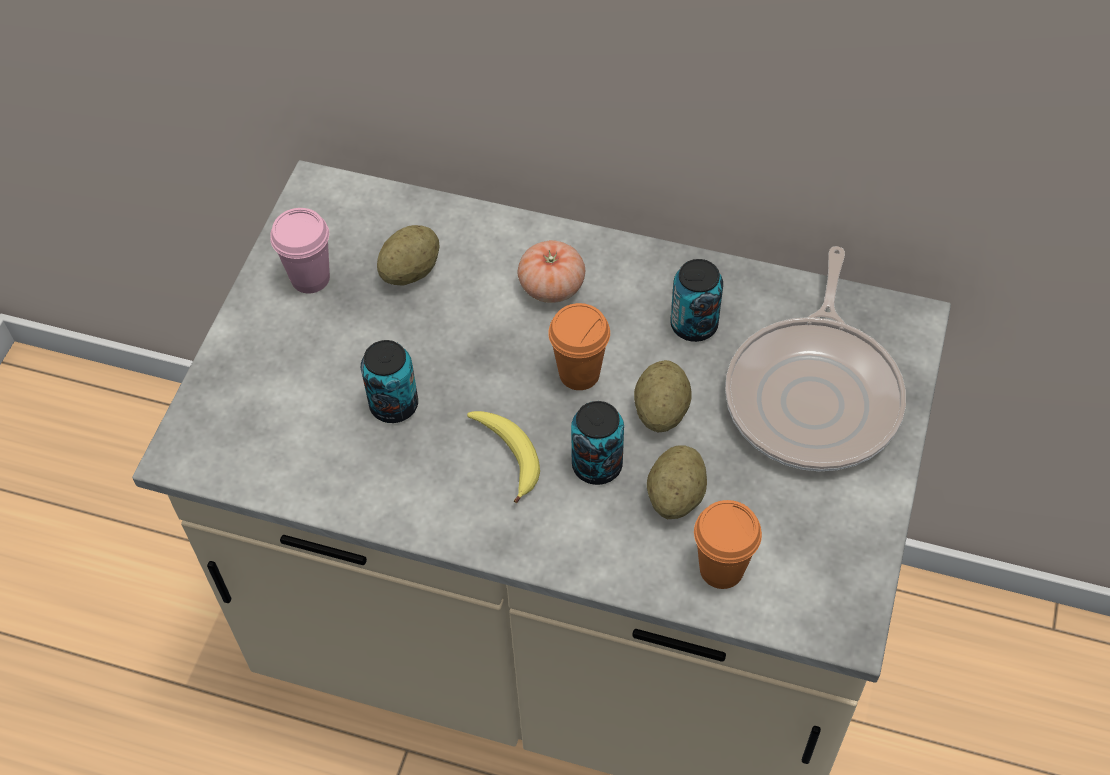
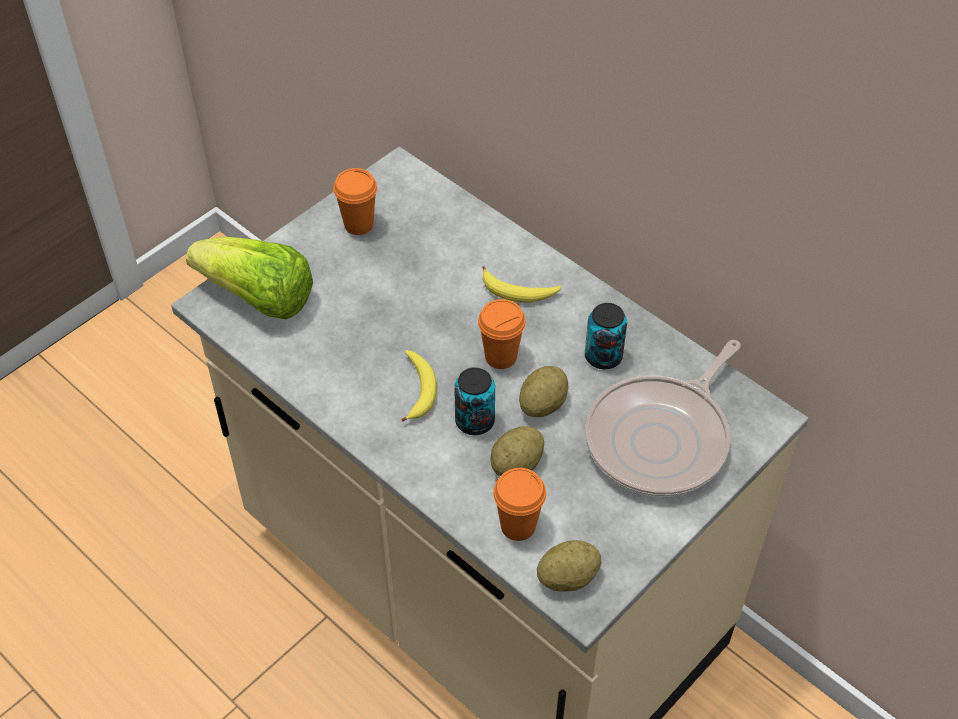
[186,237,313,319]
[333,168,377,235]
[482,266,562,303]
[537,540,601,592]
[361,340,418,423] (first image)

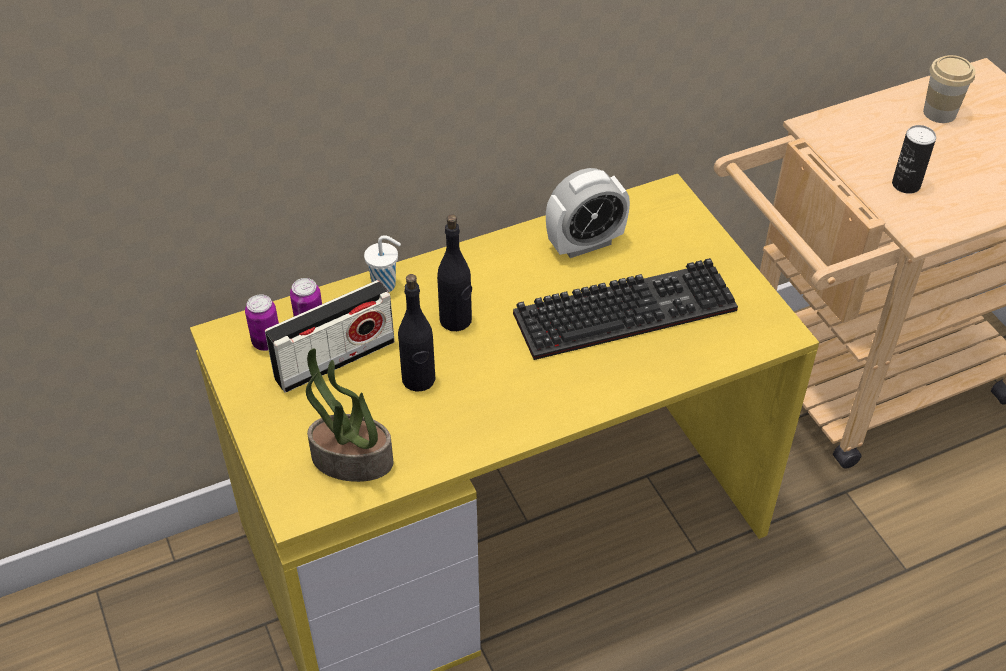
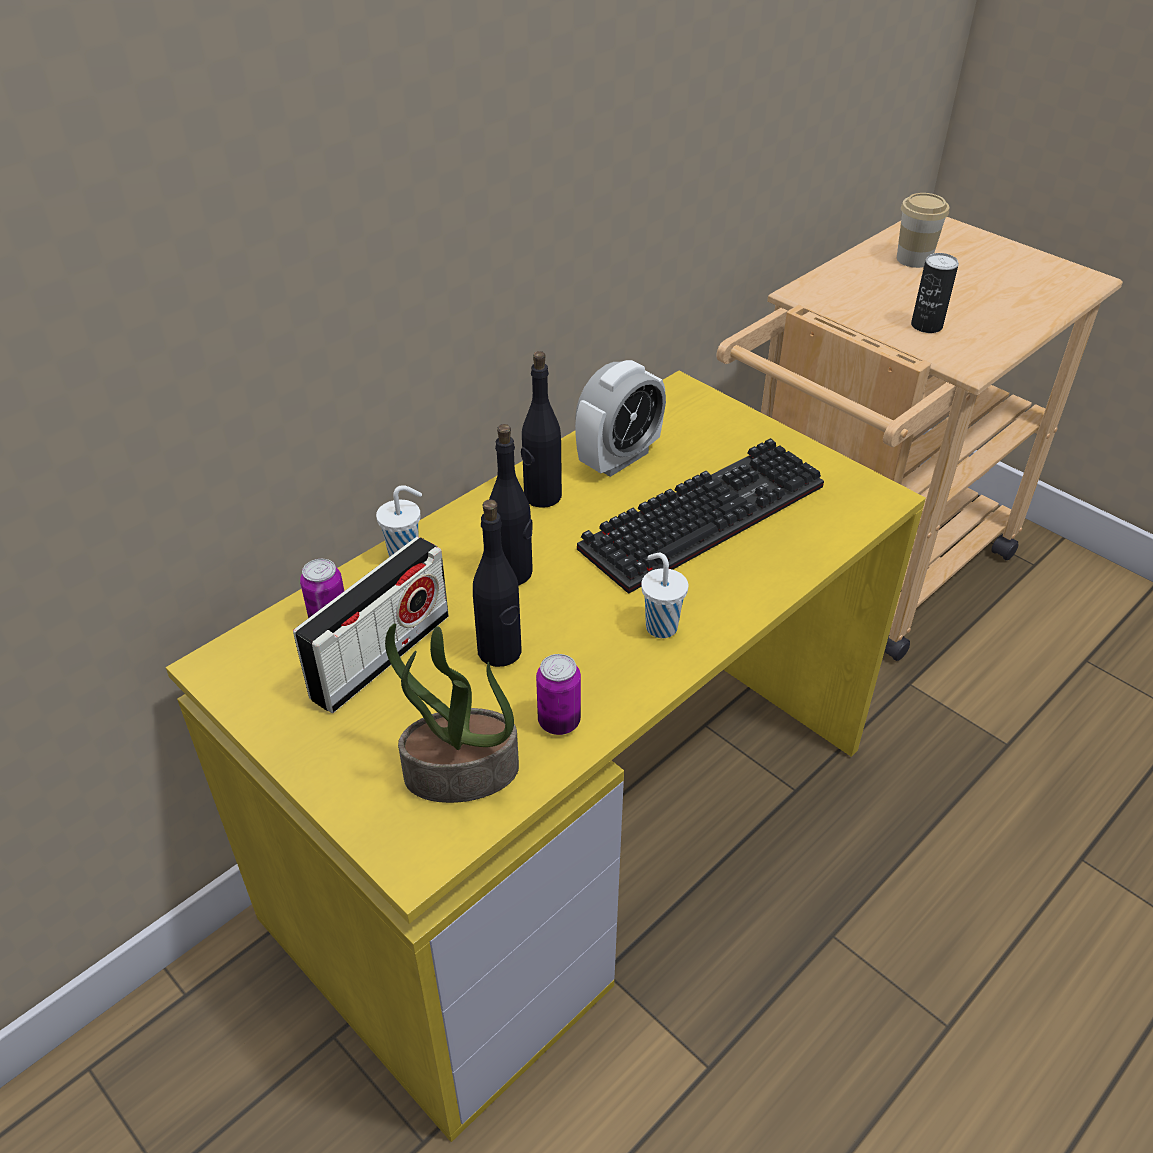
[521,351,562,508]
[536,654,581,735]
[641,552,688,638]

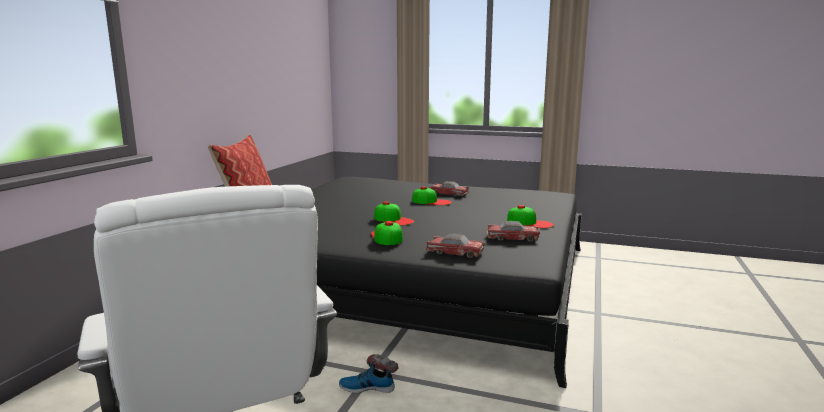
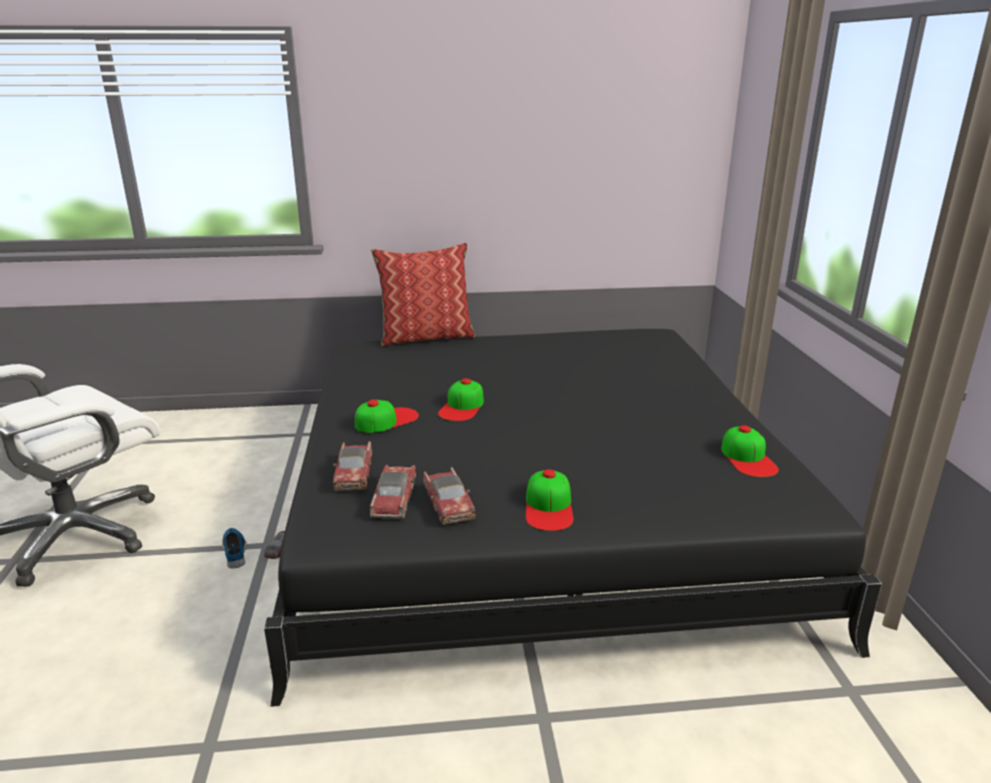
[370,465,416,519]
[721,425,779,477]

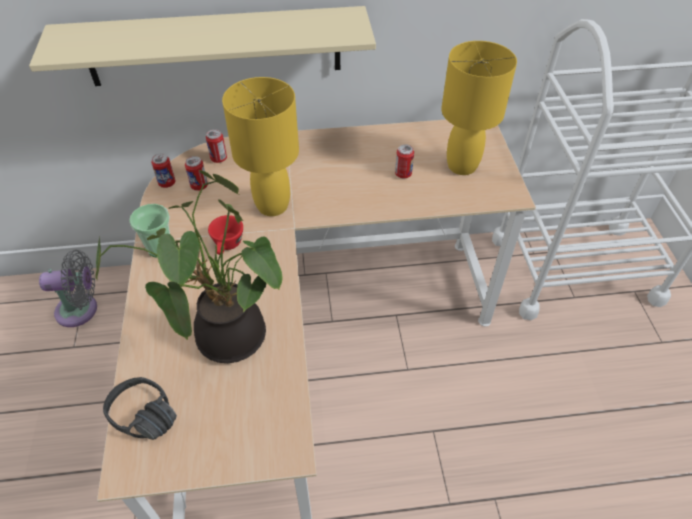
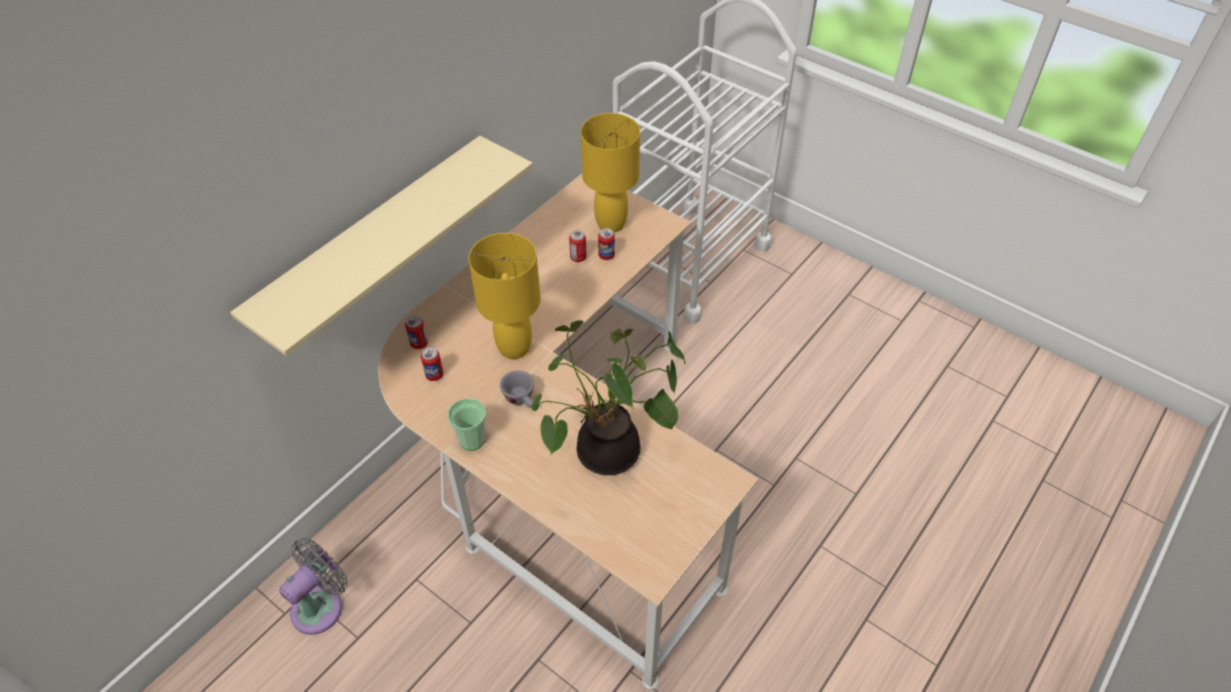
[500,370,534,408]
[598,228,615,260]
[103,377,177,440] (first image)

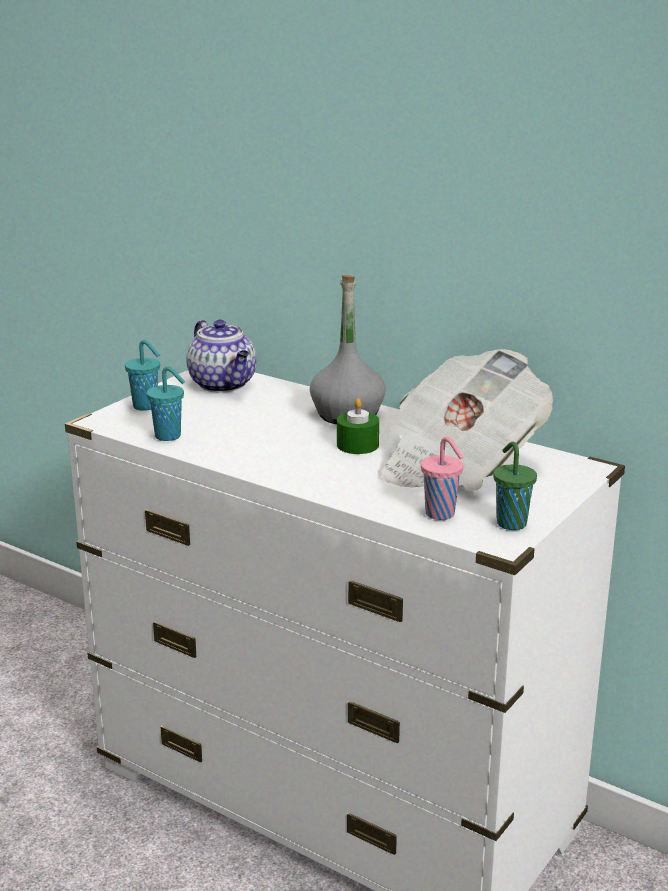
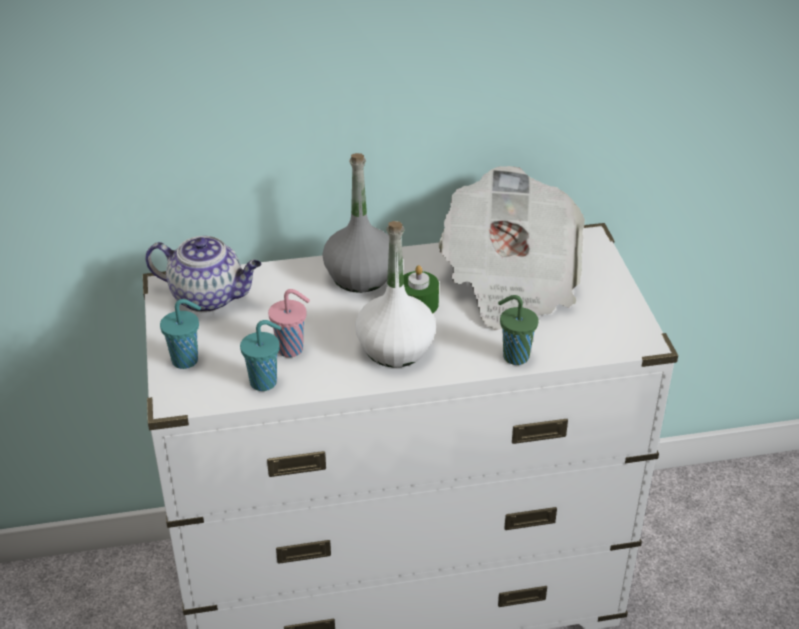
[268,289,310,357]
[355,221,436,368]
[498,295,539,365]

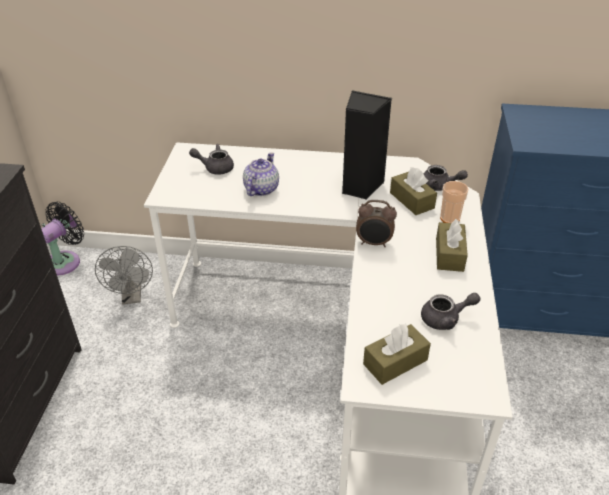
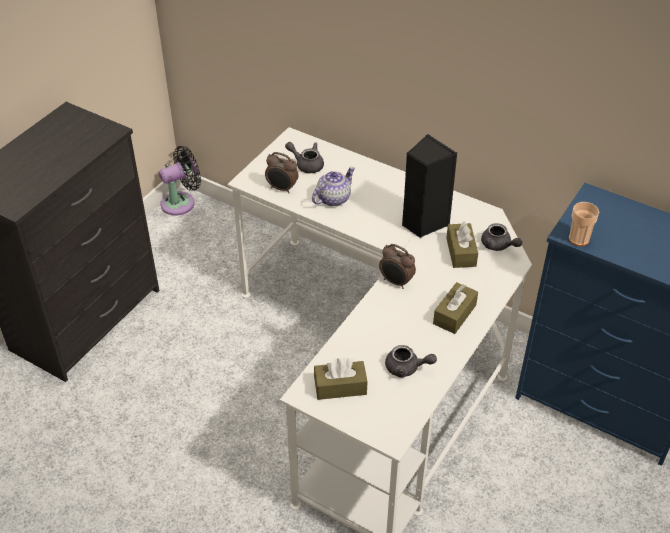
[265,152,298,193]
[569,202,599,246]
[95,246,153,305] (first image)

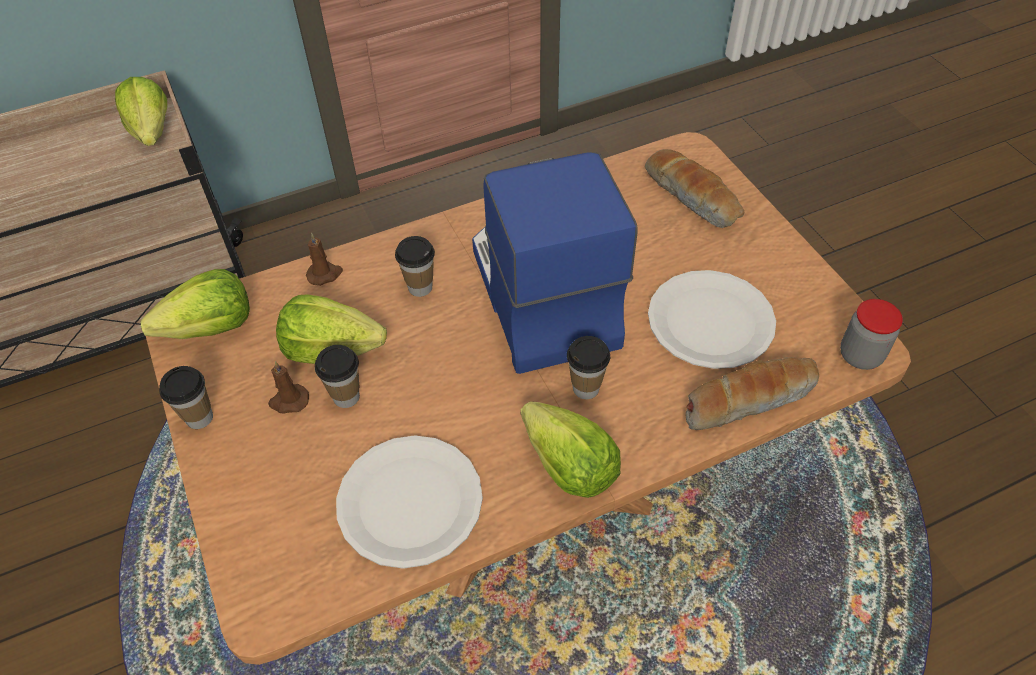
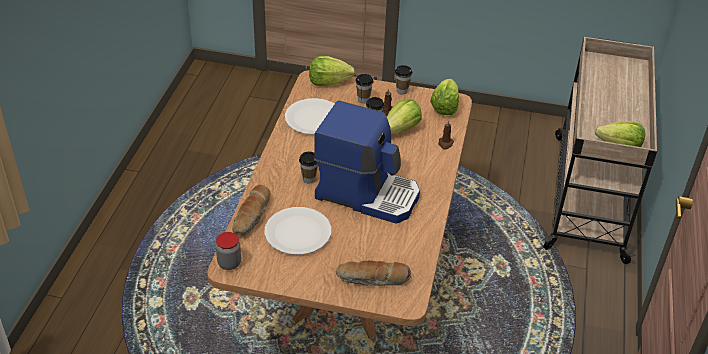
[309,56,355,86]
[355,74,373,103]

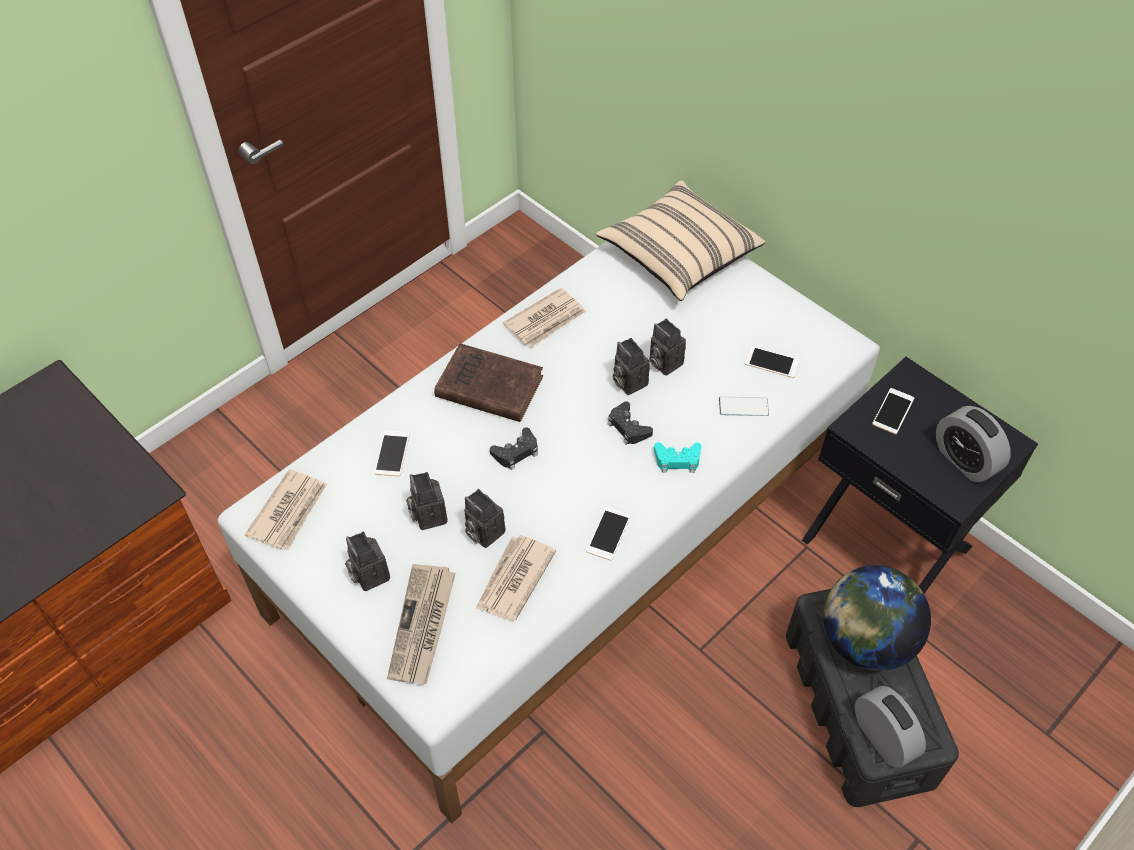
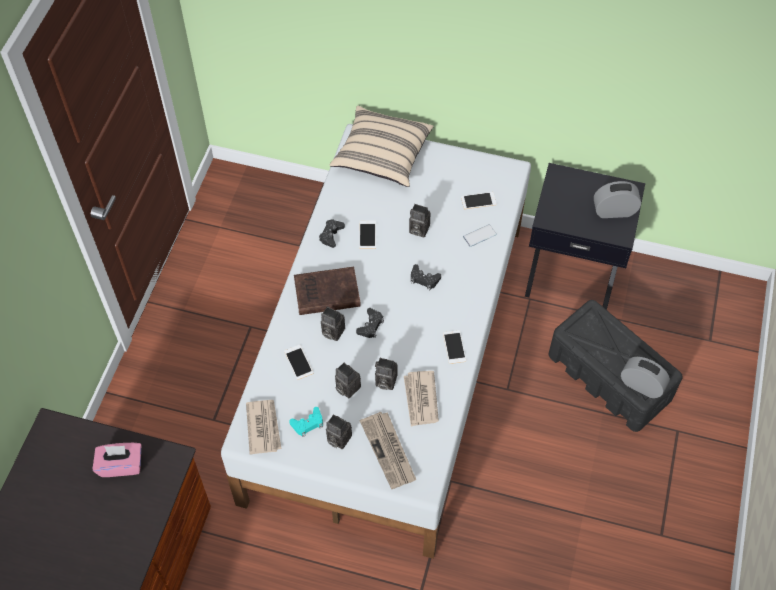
[93,443,141,477]
[289,407,323,437]
[319,219,345,248]
[321,307,345,341]
[359,220,376,249]
[594,181,641,218]
[823,565,931,671] (first image)

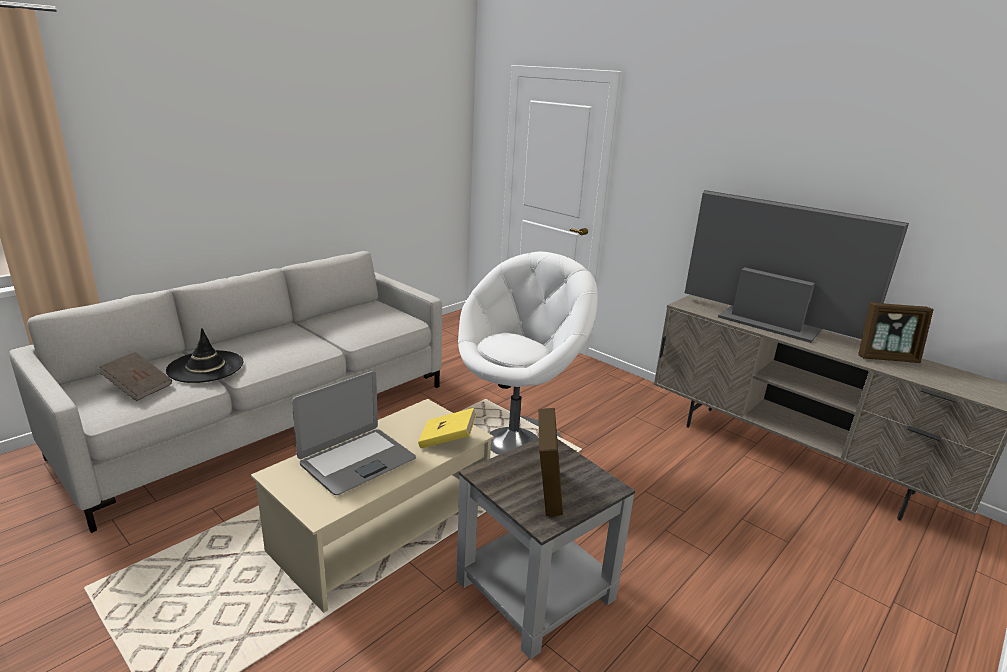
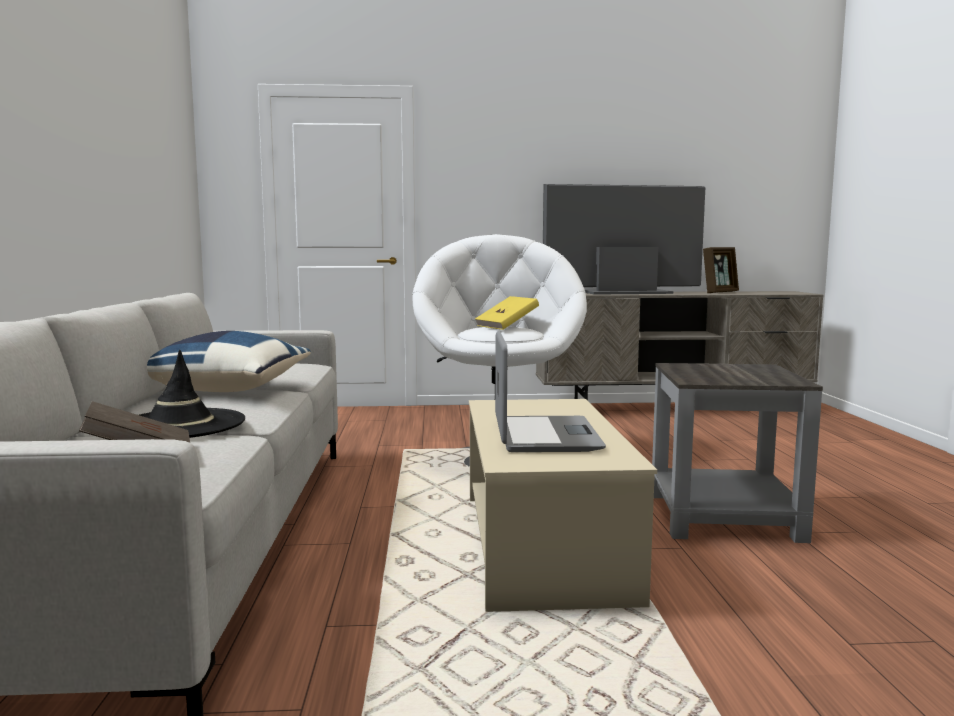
[147,331,311,392]
[475,296,539,330]
[538,408,563,516] (first image)

